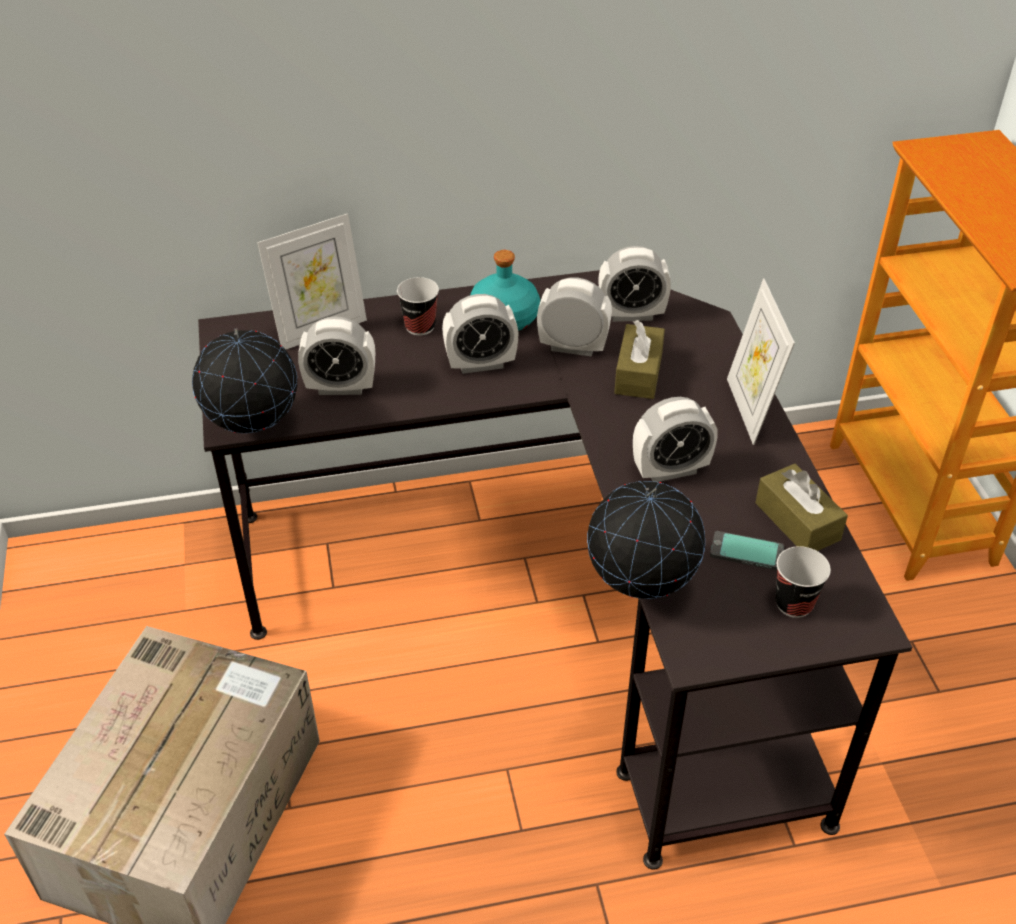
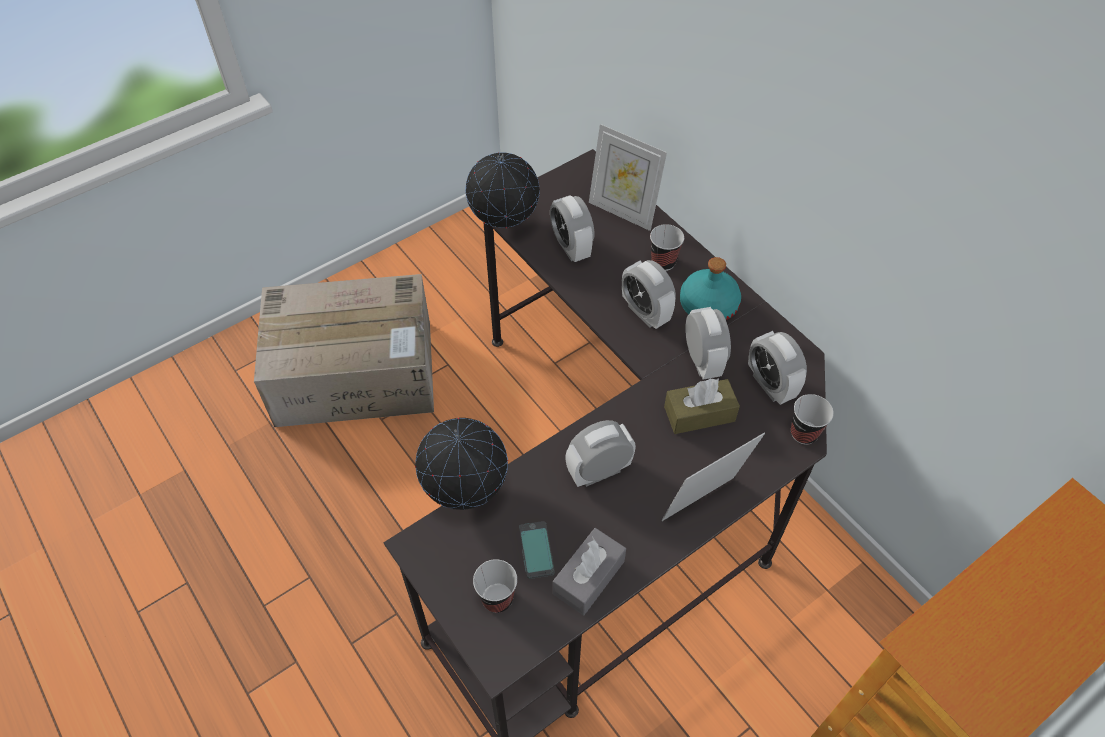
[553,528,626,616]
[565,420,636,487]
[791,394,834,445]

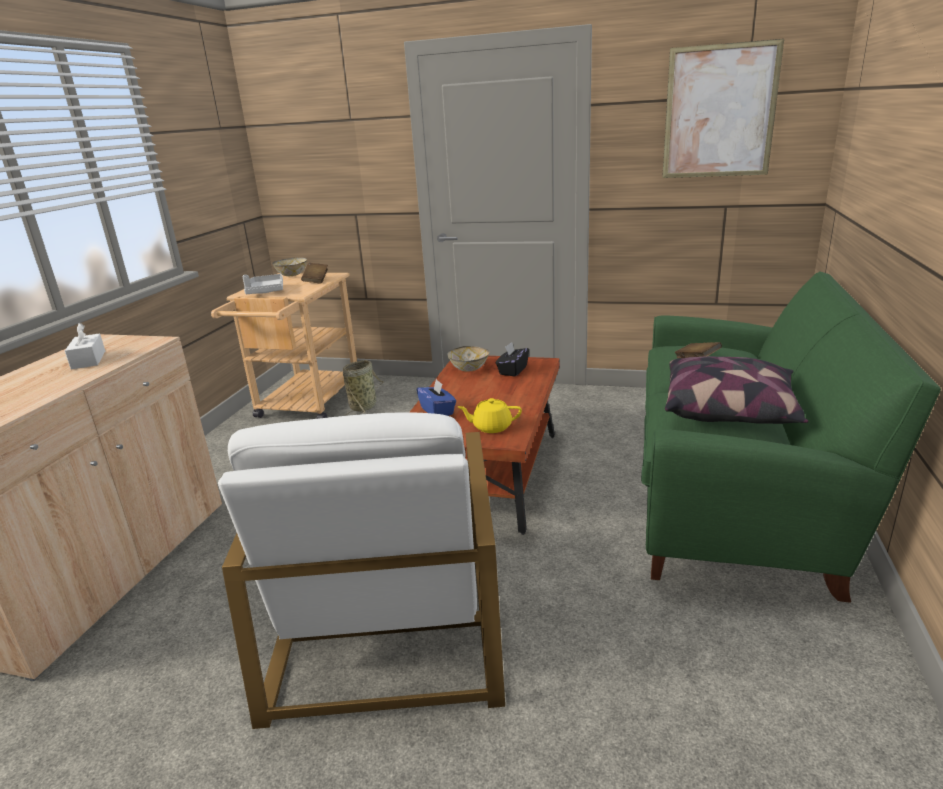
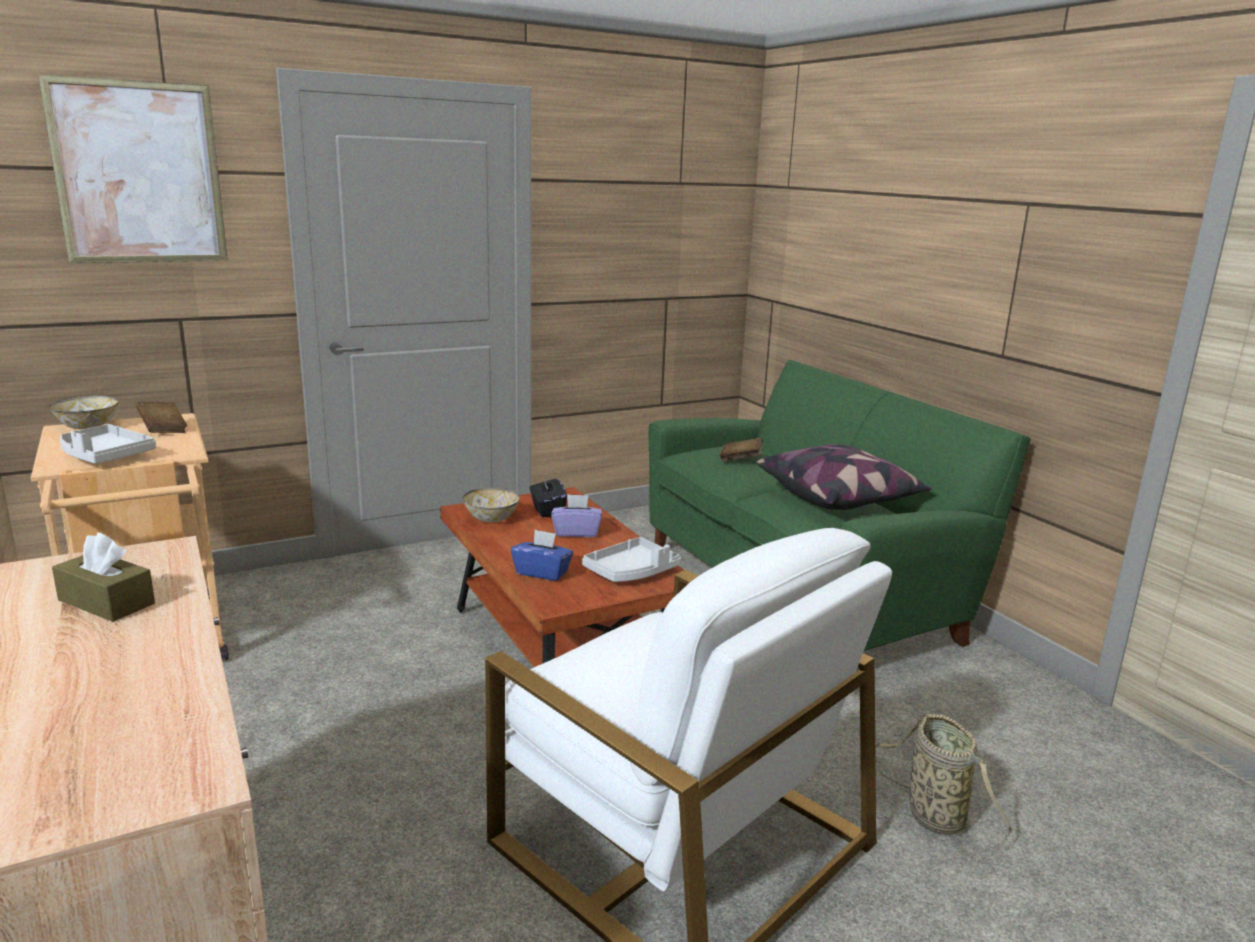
[38,74,228,263]
[52,533,155,622]
[551,494,602,537]
[582,537,681,582]
[875,714,1013,859]

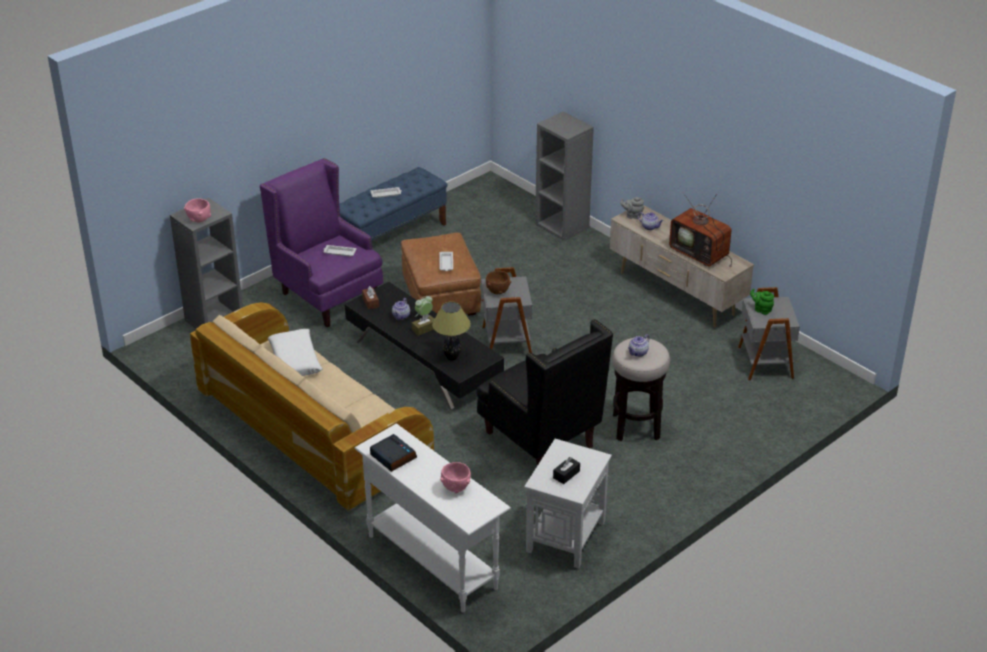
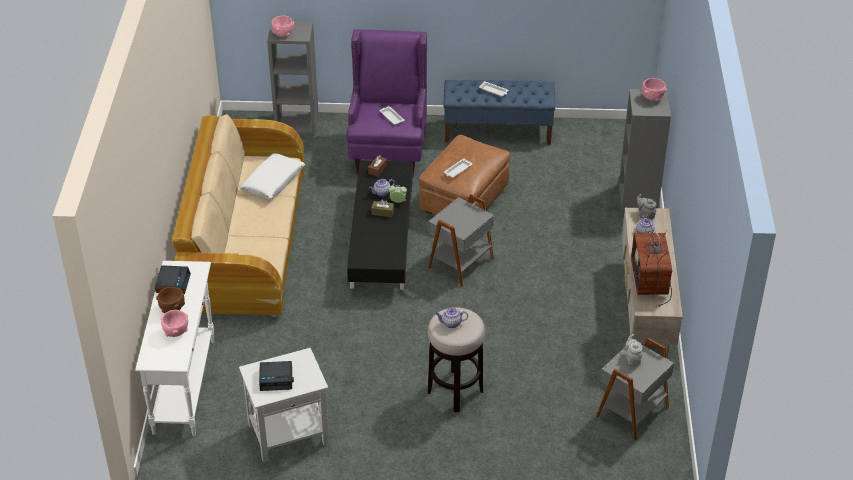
[156,287,185,313]
[259,361,294,391]
[624,334,642,365]
[641,78,667,101]
[432,302,471,361] (first image)
[477,319,613,466] (first image)

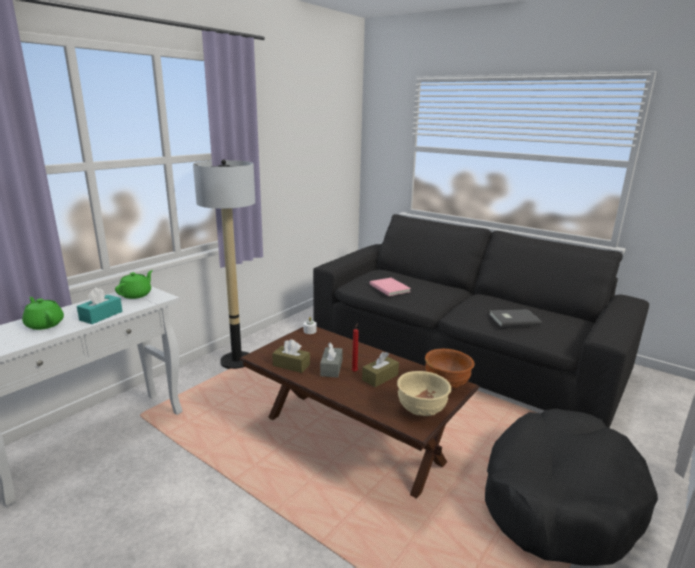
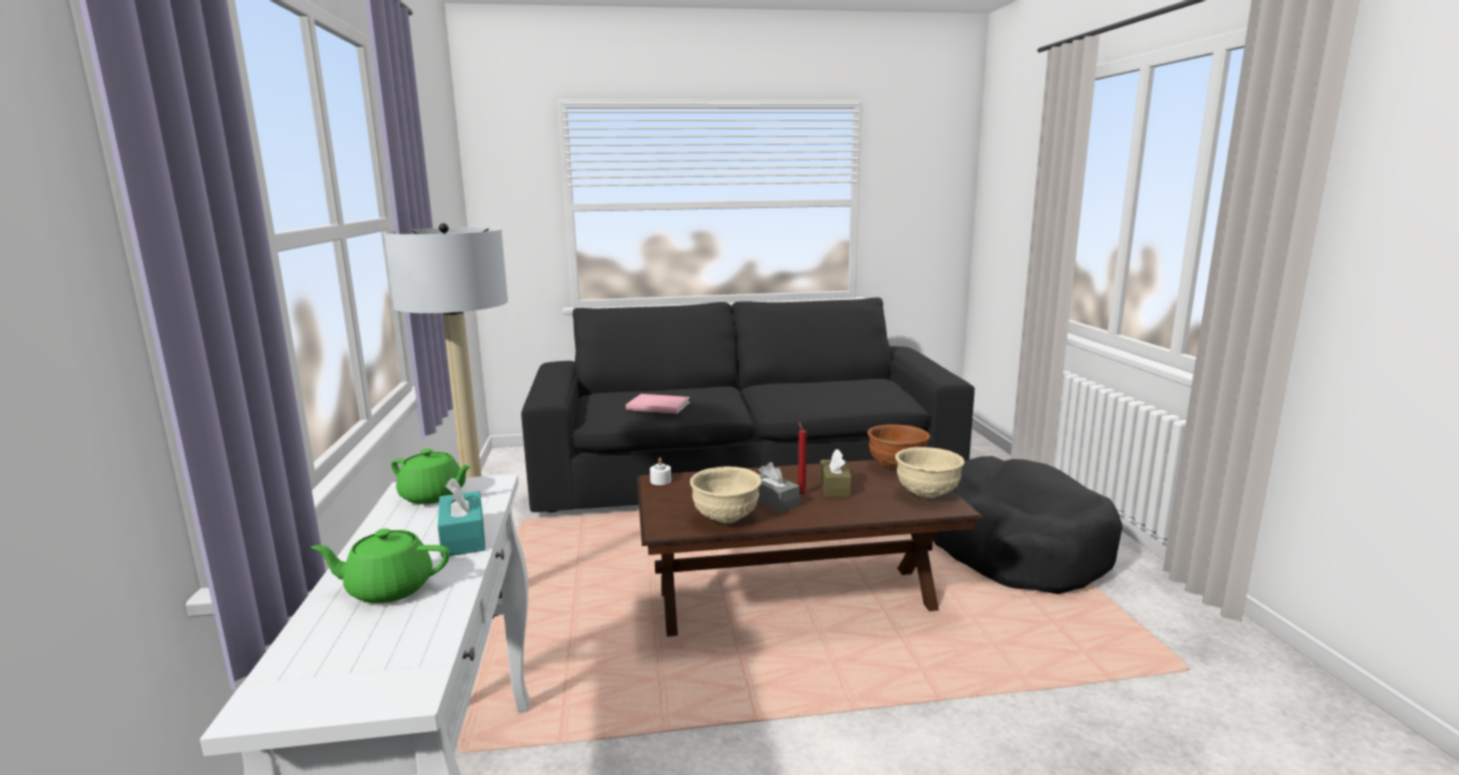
[391,449,472,504]
[690,467,762,523]
[489,309,542,327] (first image)

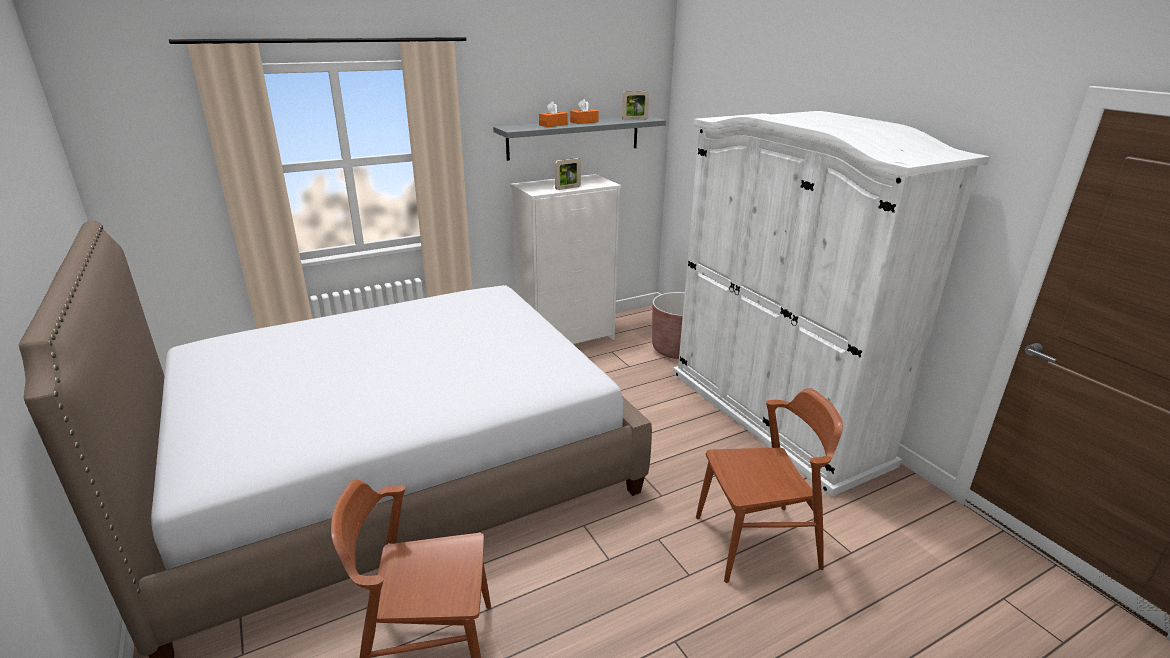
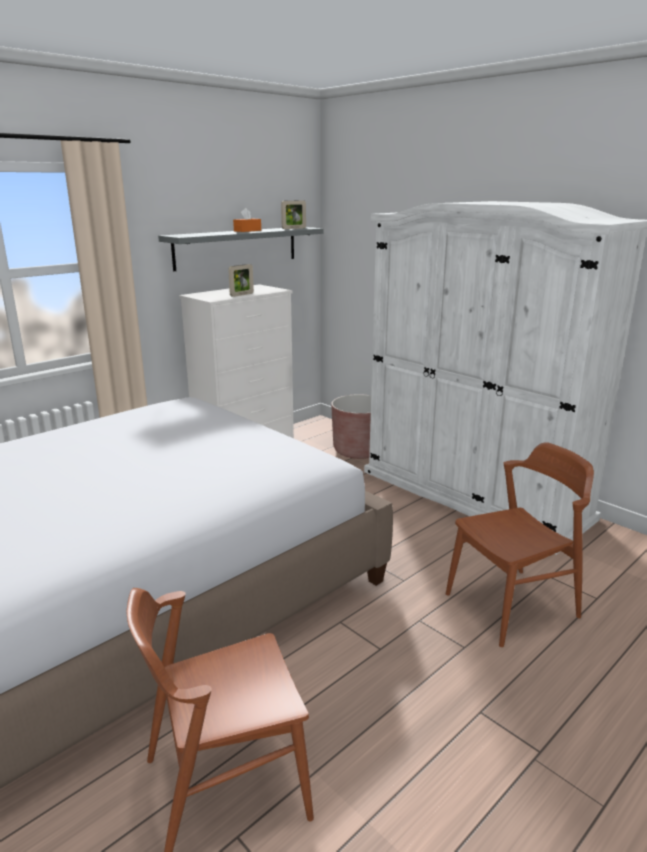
[539,101,568,127] (first image)

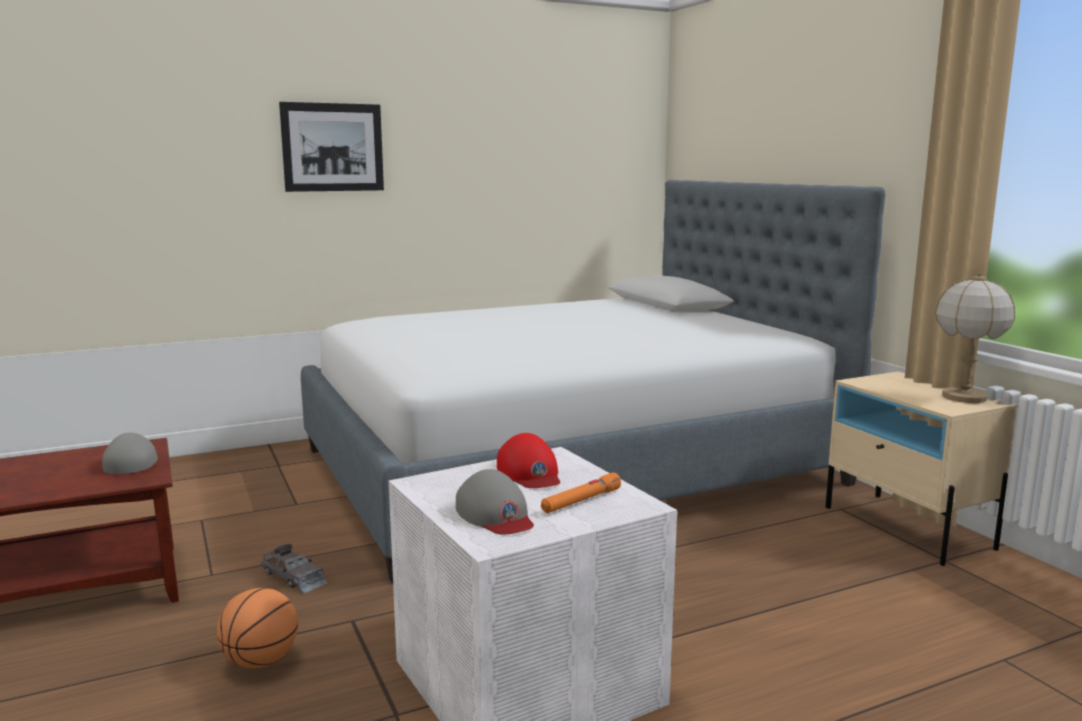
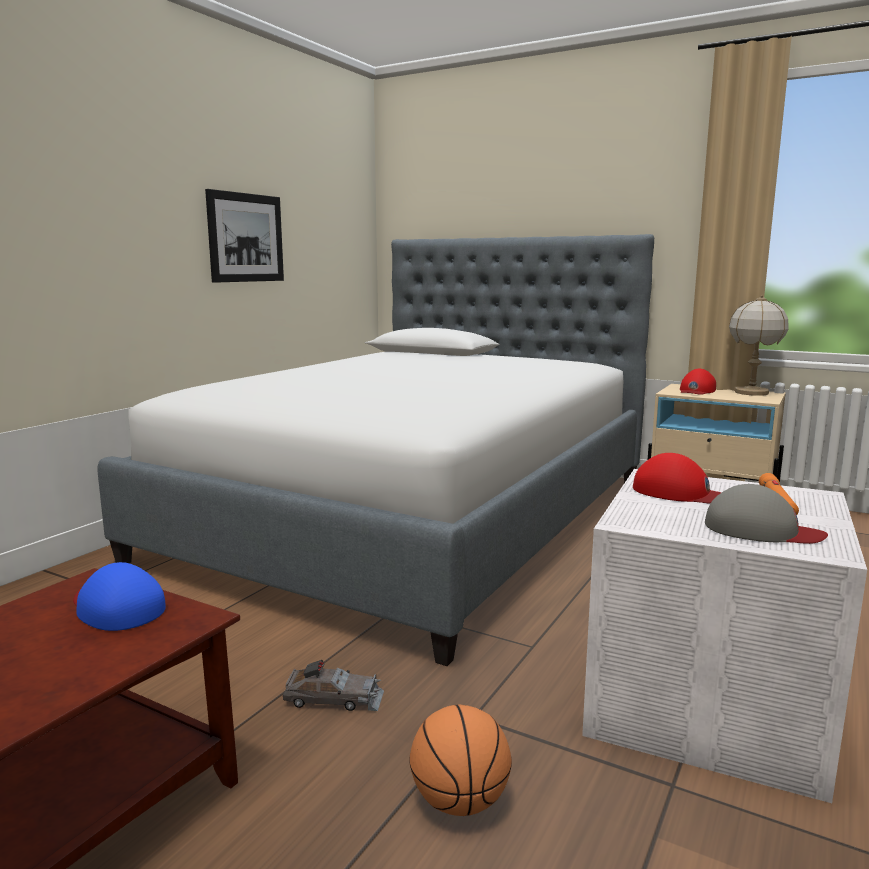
[73,562,166,631]
[205,189,284,283]
[680,369,716,395]

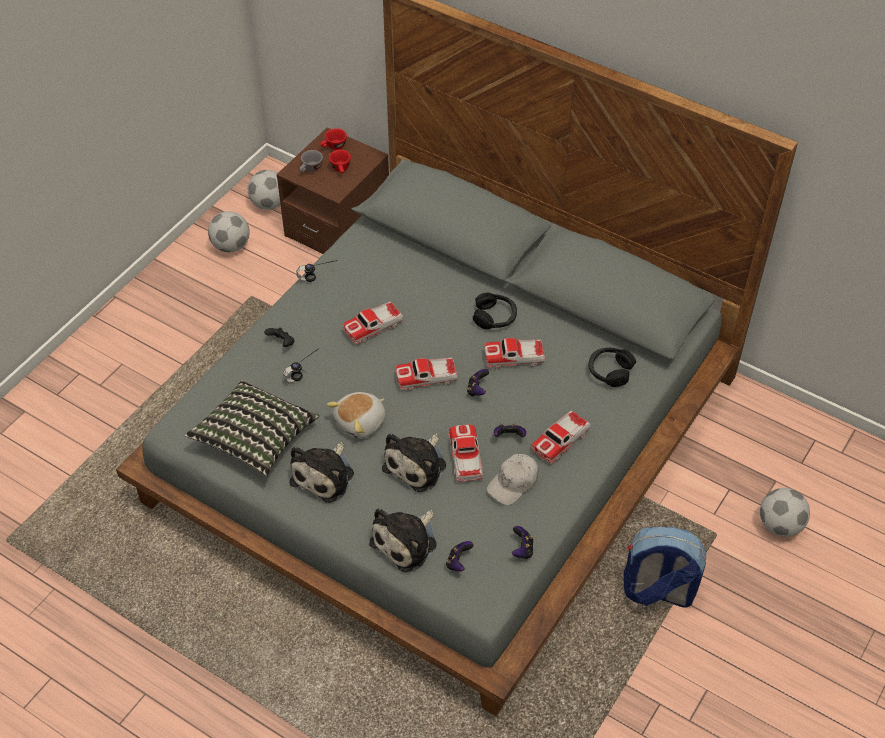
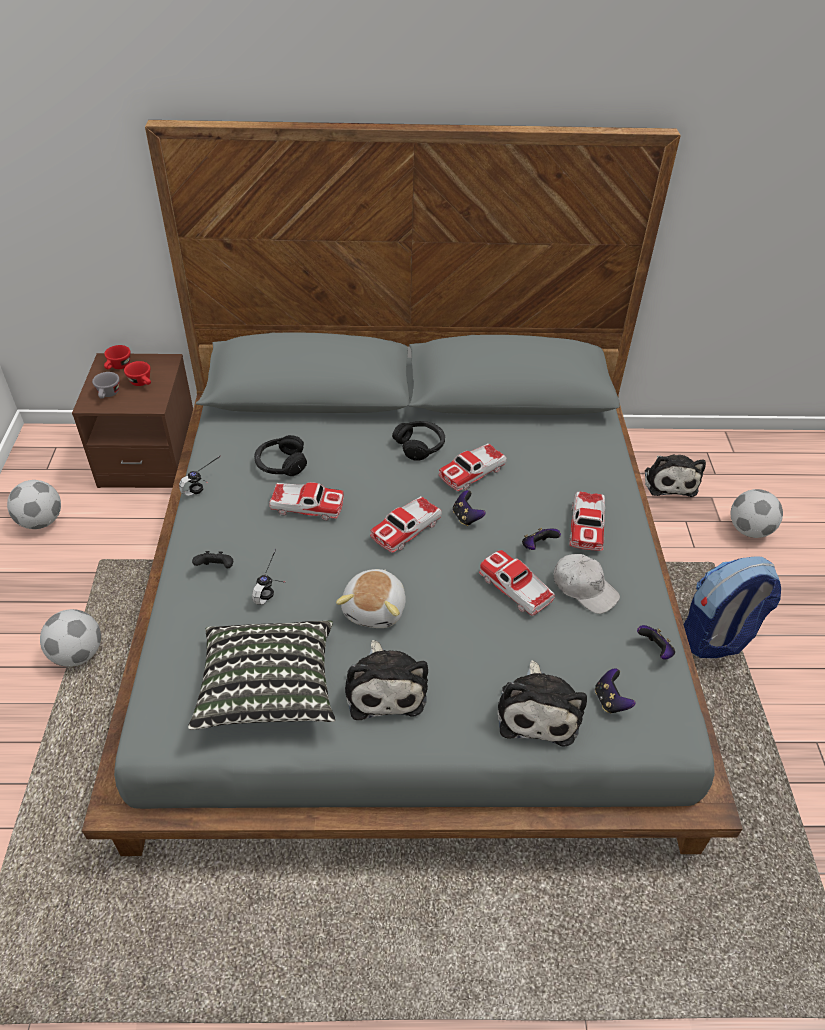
[40,609,101,667]
[254,435,307,476]
[269,482,344,521]
[554,554,620,614]
[645,454,706,497]

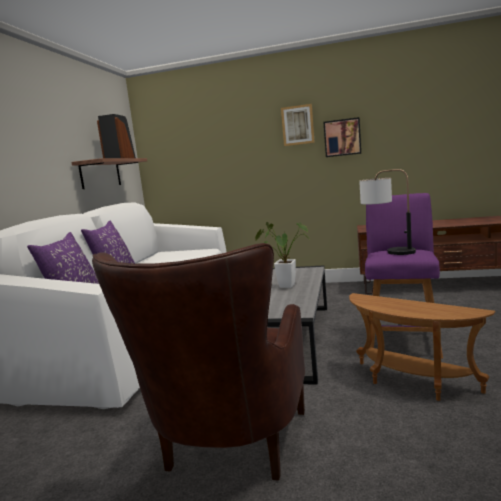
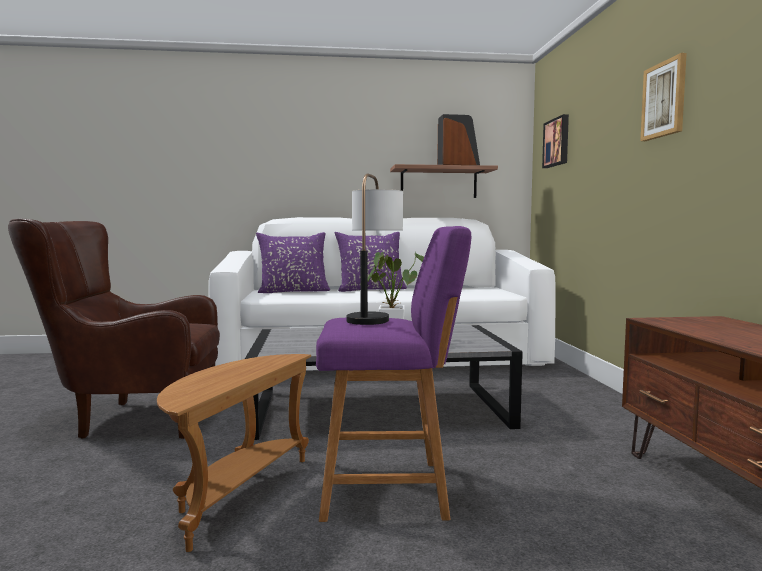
[542,114,569,168]

